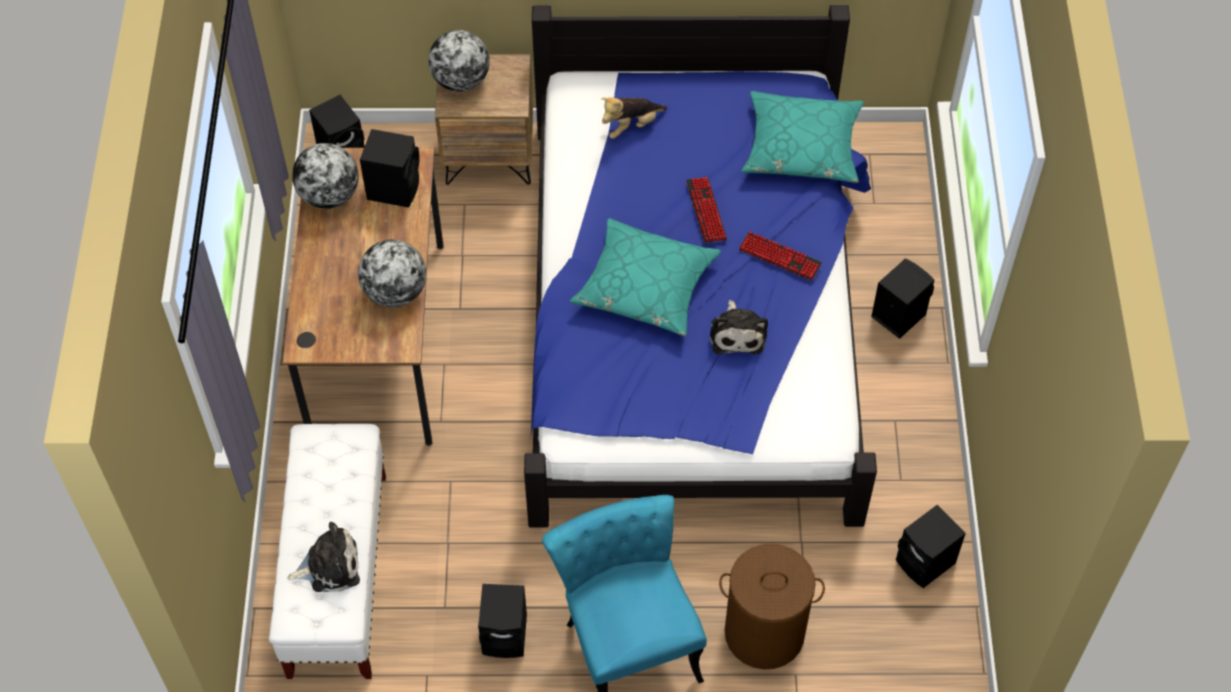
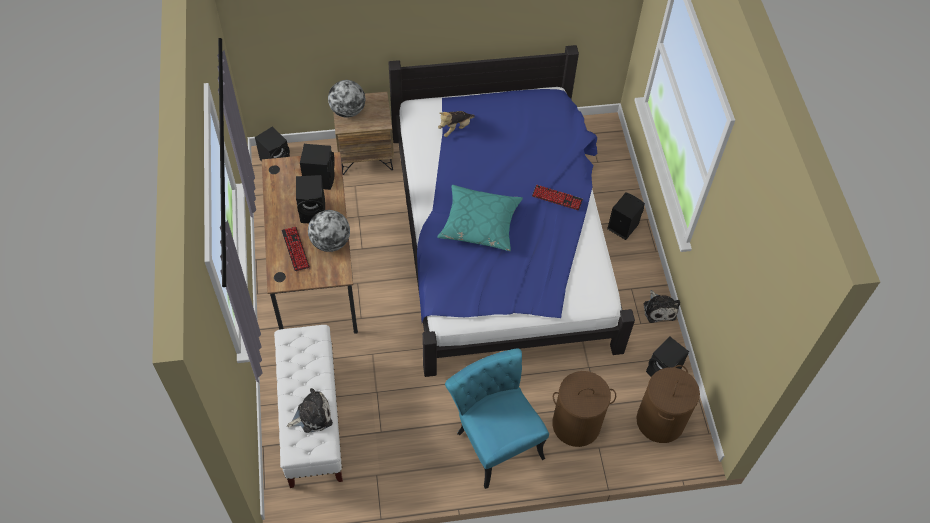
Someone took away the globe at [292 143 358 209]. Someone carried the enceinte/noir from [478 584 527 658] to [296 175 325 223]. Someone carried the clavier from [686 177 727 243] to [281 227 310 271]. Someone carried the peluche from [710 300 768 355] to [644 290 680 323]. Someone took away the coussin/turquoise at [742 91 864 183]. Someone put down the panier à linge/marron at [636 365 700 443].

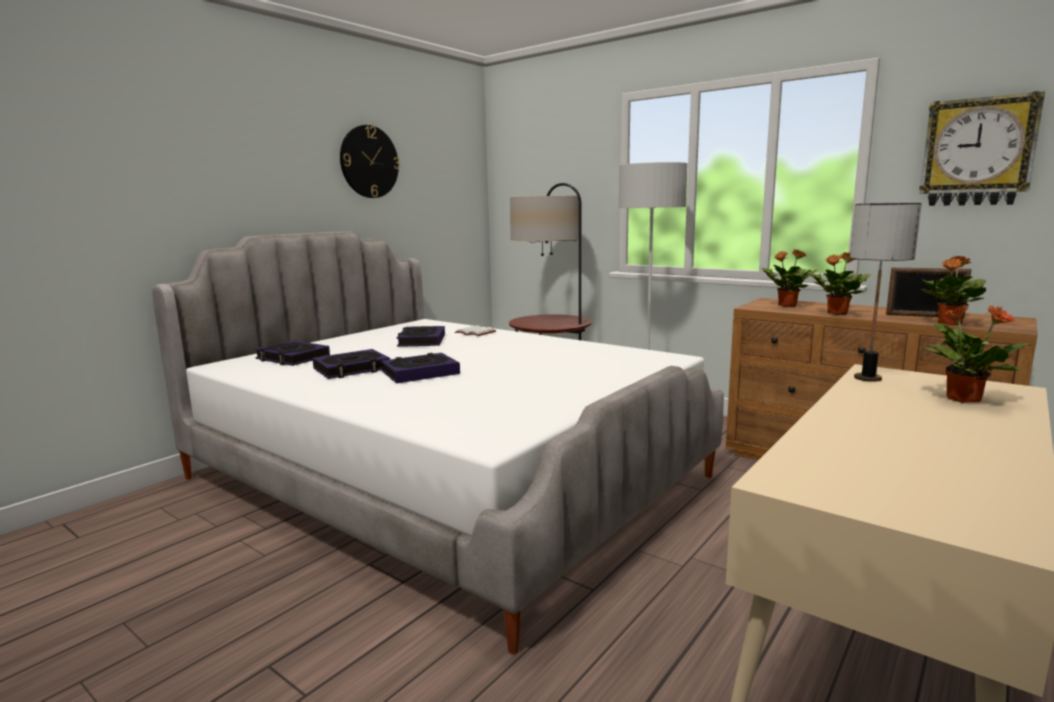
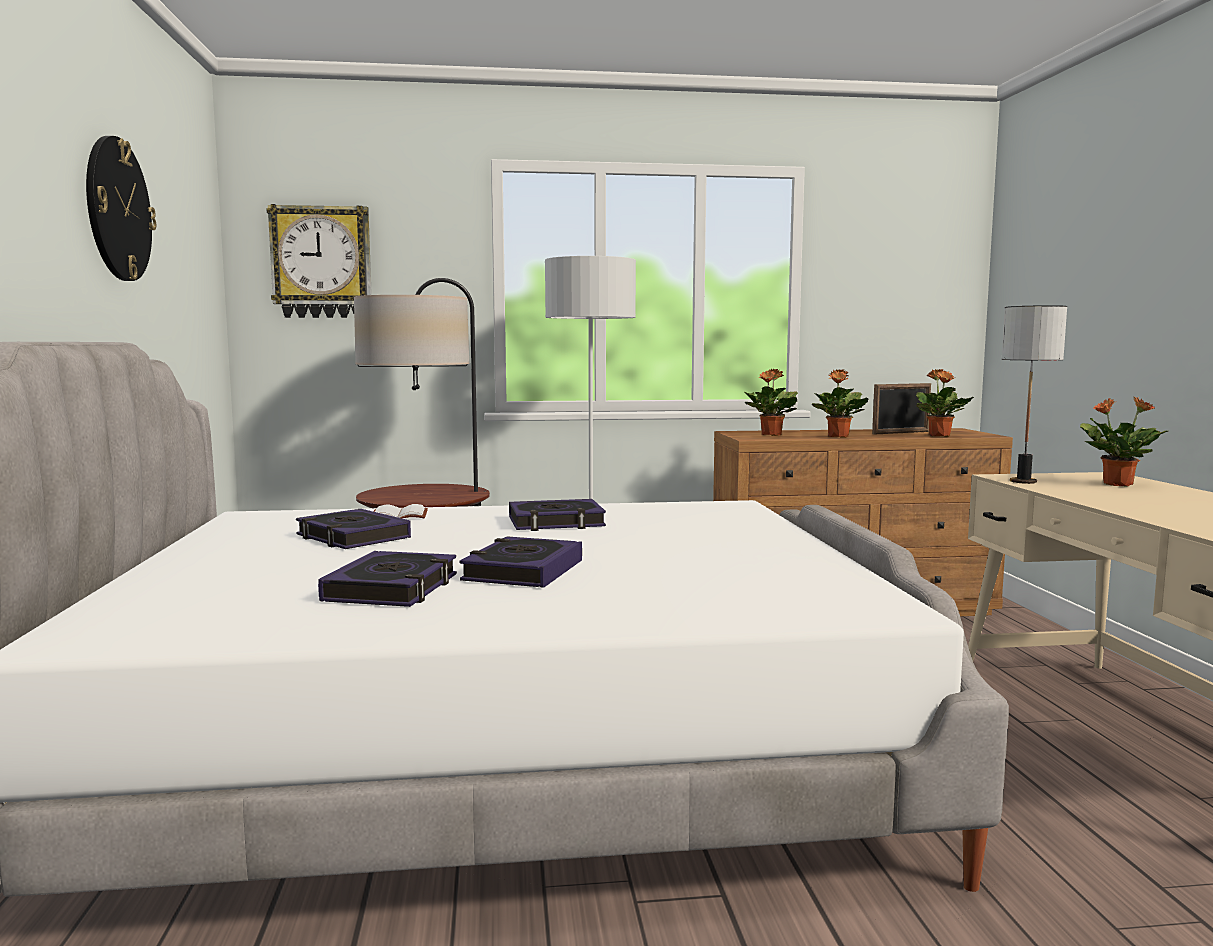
Someone carried the livre from [254 340 330 366] to [509 499 606 531]. Someone carried the horloge murale from [919 91 1045 206] to [266 204 372 318].

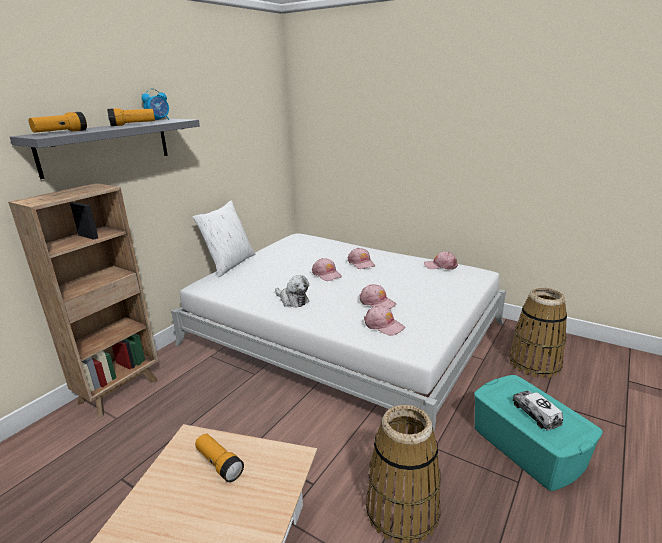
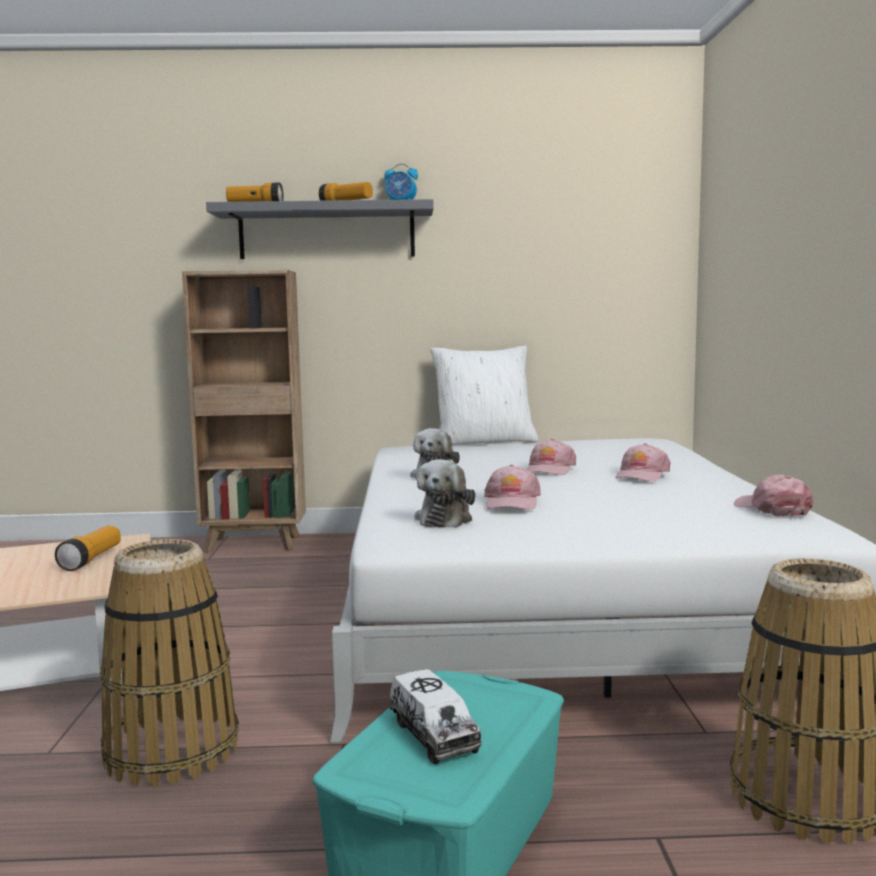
Someone swapped the casquette/rose at [364 305 405 336] for the peluche at [414 459 476 528]. Someone rotated the camion jouet at [513 391 563 431] by 120 degrees clockwise.

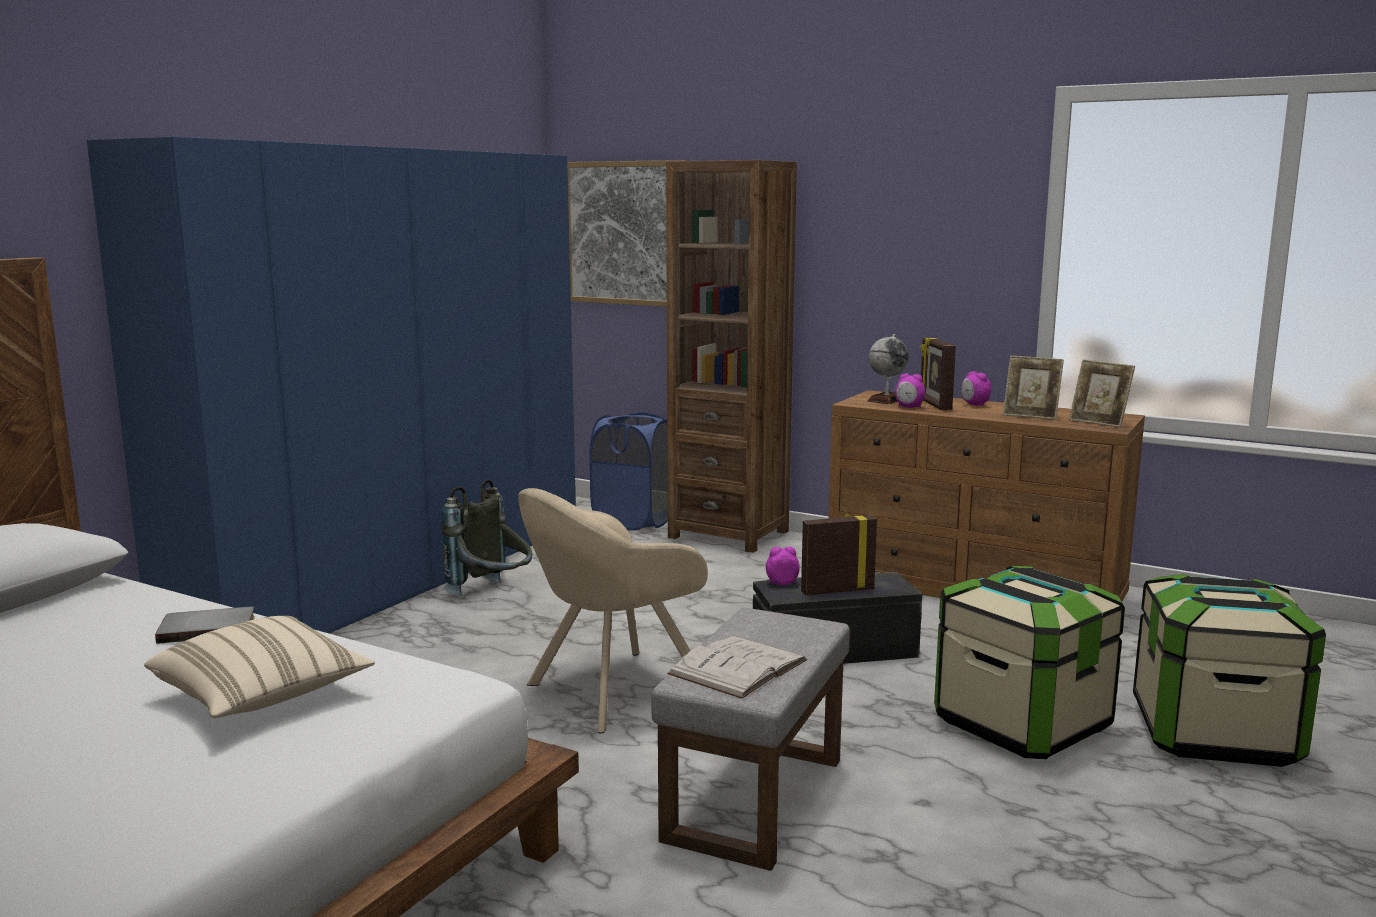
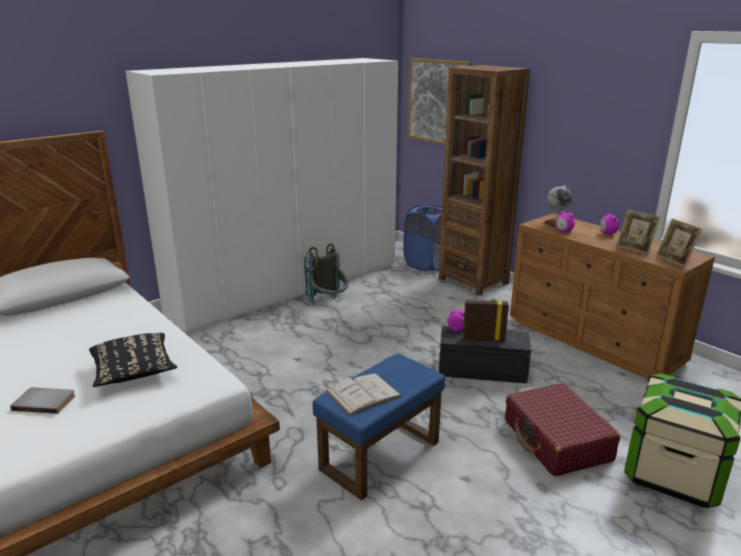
Someone repainted the armoire/bleu at [87 137 576 634], which became the armoire/blanc at [126 58 398 333]. Someone repainted the coussin/beige at [144 616 375 718], which became the coussin/noir at [89 333 177 387]. Someone carried the livre/gris from [155 607 255 644] to [10 387 75 414]. Someone took away the fauteuil/beige at [518 488 708 733]. Someone repainted the pouf/gris at [651 608 850 871], which became the pouf/bleu at [313 353 445 501]. Someone took away the cadre photo at [920 337 956 410]. Someone swapped the boîte de rangement at [934 566 1125 759] for the valise/rouge at [505 383 620 476].

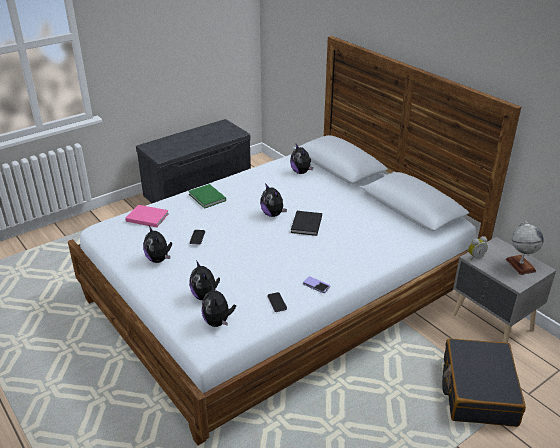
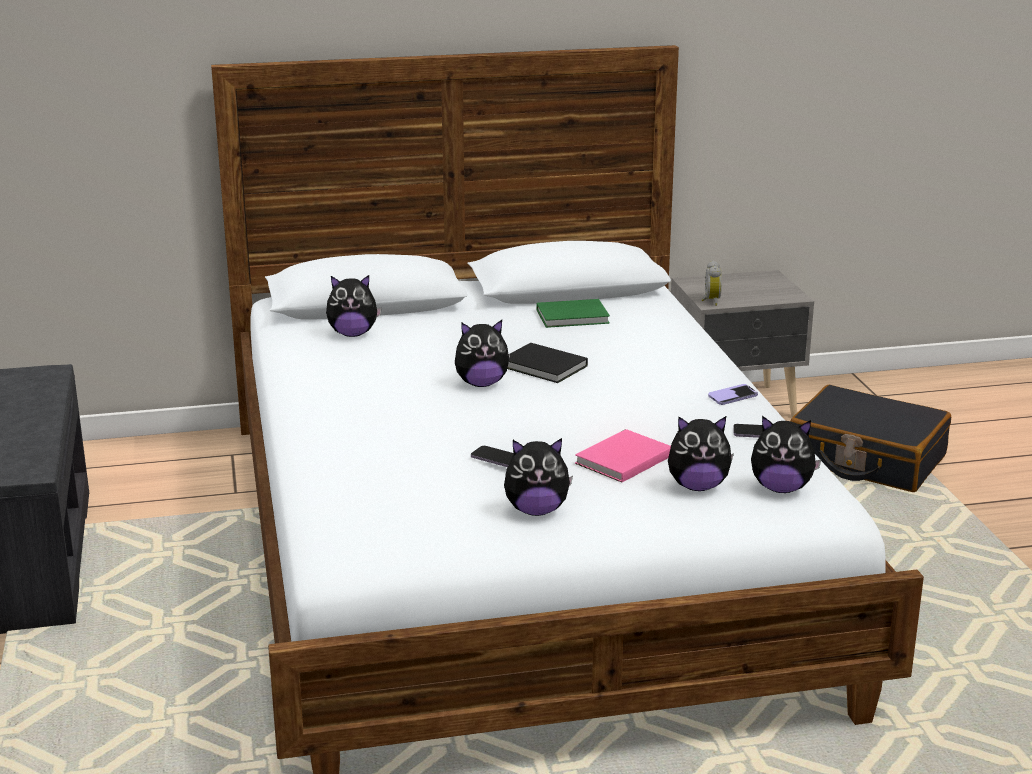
Someone carried the livre/rose from [125 205 169 227] to [575 429 671 482]. Someone carried the livre/vert from [189 184 226 209] to [537 299 610 328]. Someone took away the globe at [505 222 544 275].

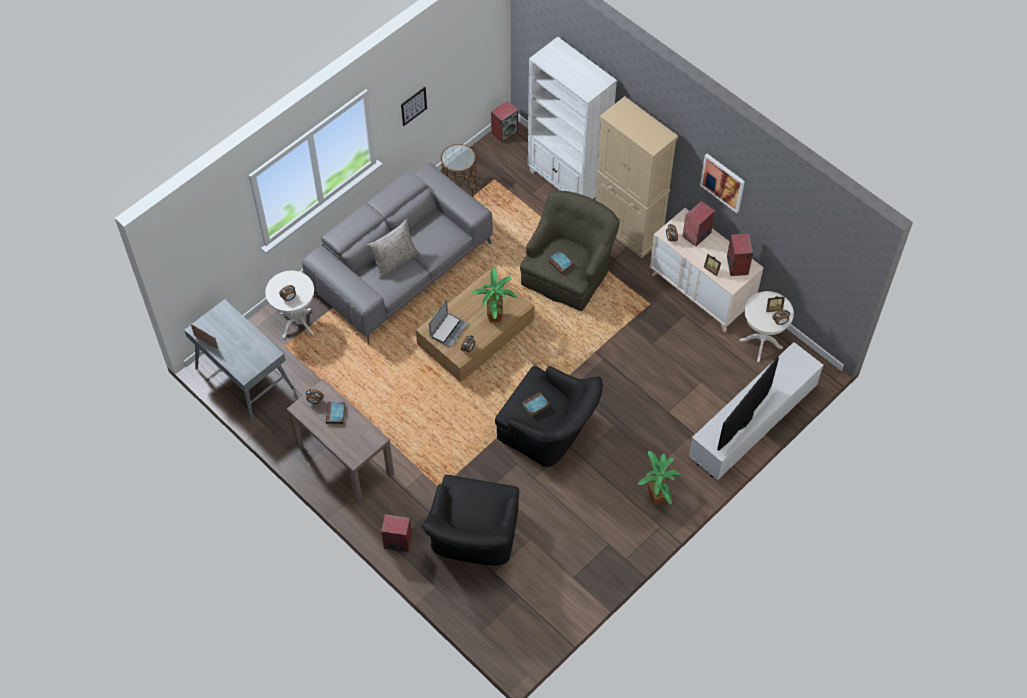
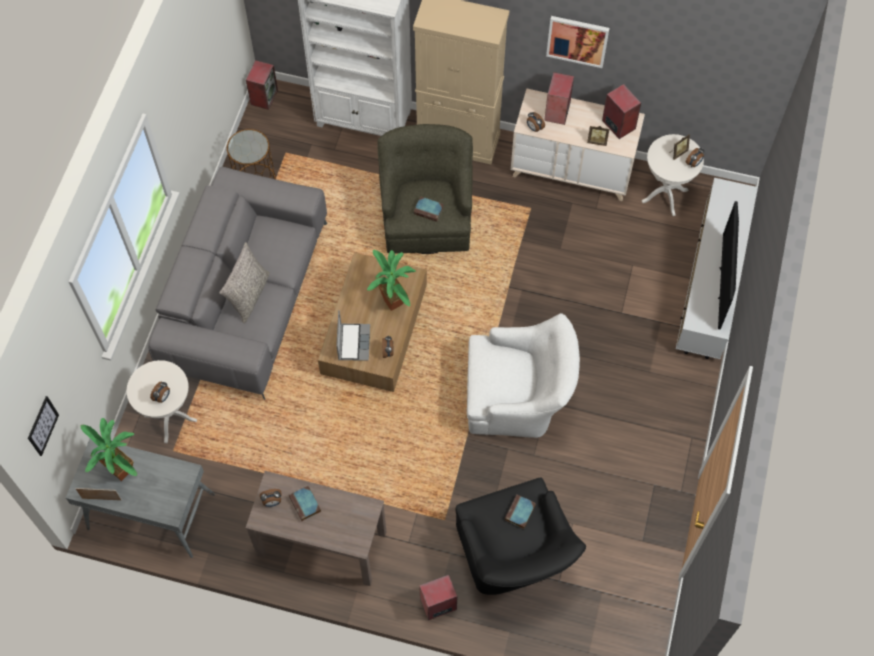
Someone carried the tableau from [401 87 427 126] to [28 396 59 456]. Someone repainted the fauteuil/noir at [495 366 603 467], which became the fauteuil/blanc at [467 313 580 438]. Someone carried the livre from [521 392 549 417] to [505 494 536 529]. Someone carried the plante en pot from [638 451 681 505] to [81 418 137 481].

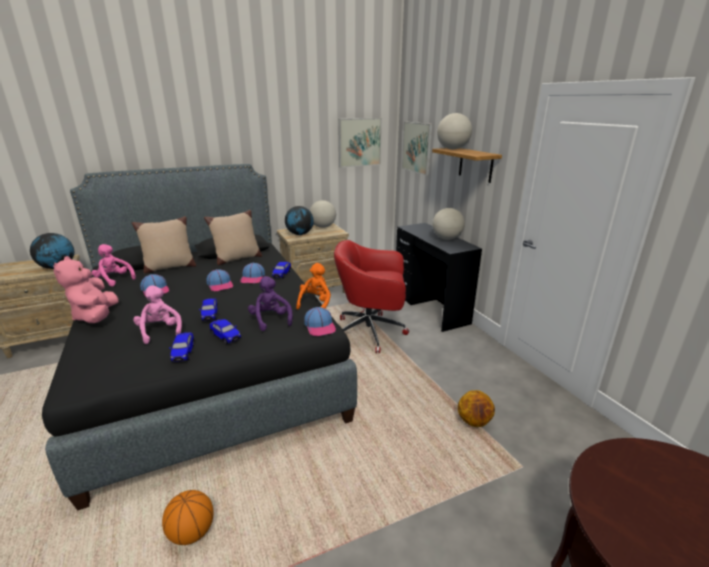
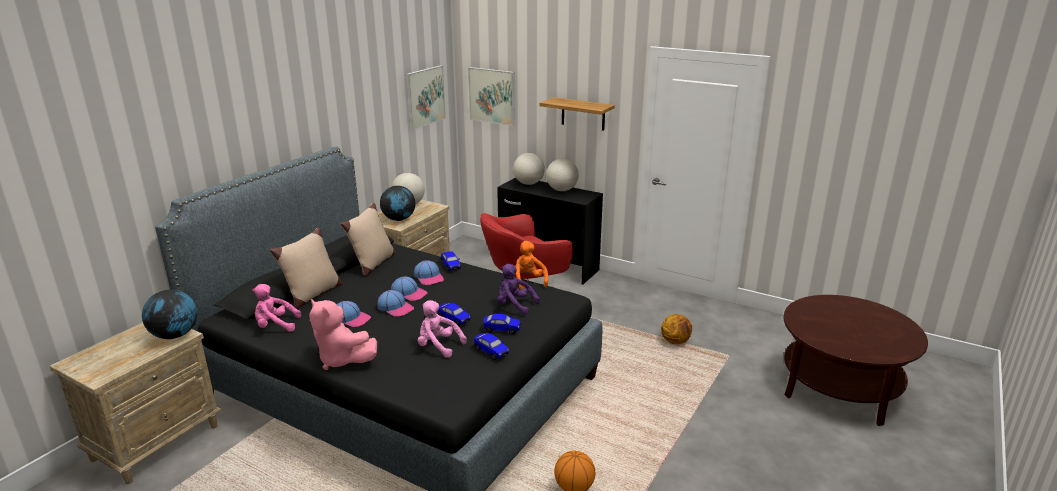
Someone carried the casquette from [304 307 336 336] to [377 290 414 317]. Someone carried the globe from [437 113 472 149] to [513 153 545 185].

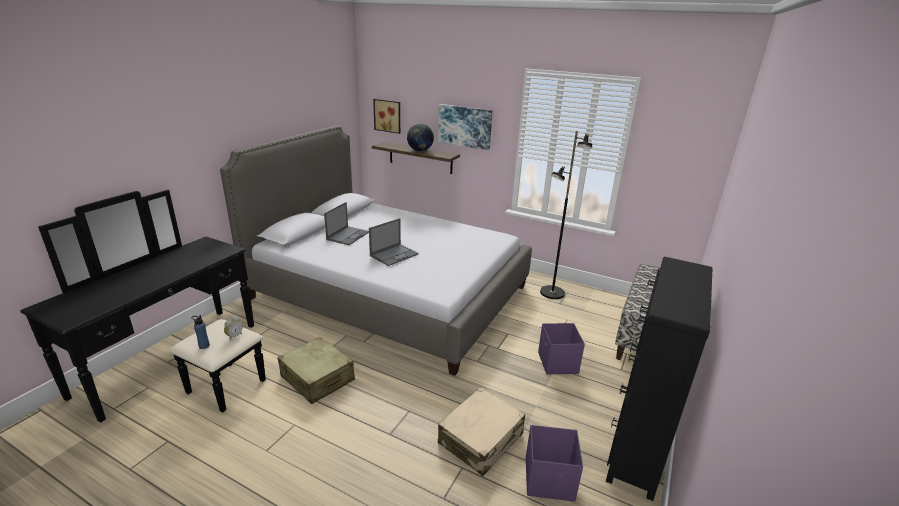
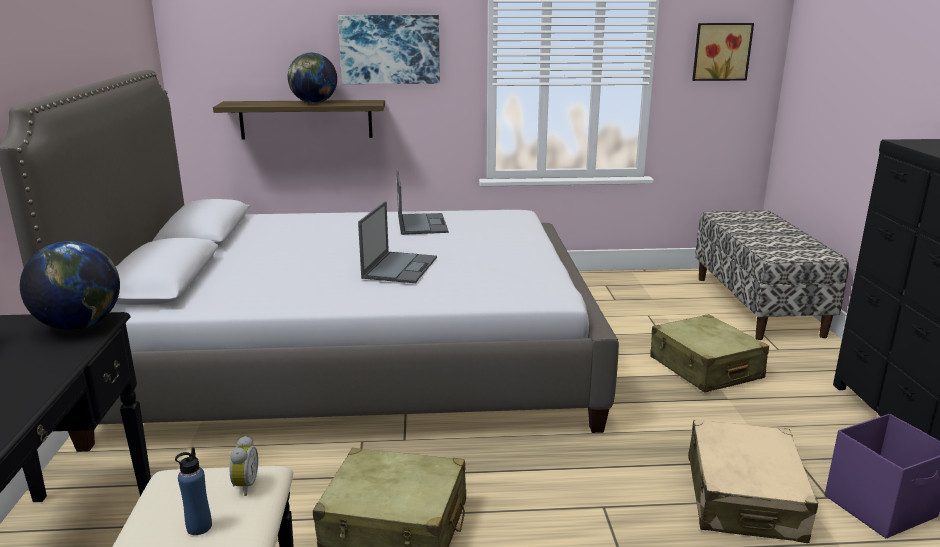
Someone carried the ordinateur portable from [324 202 369 245] to [397 171 448 235]. Someone carried the tableau from [373 99 400 134] to [692 23 754 81]. Someone swapped the boîte de rangement/violet at [538 323 585 374] for the valise/beige at [650 314 769 393]. Someone took away the lampadaire/noir at [540 131 592 299]. Someone put down the globe at [20 241 120 330].

